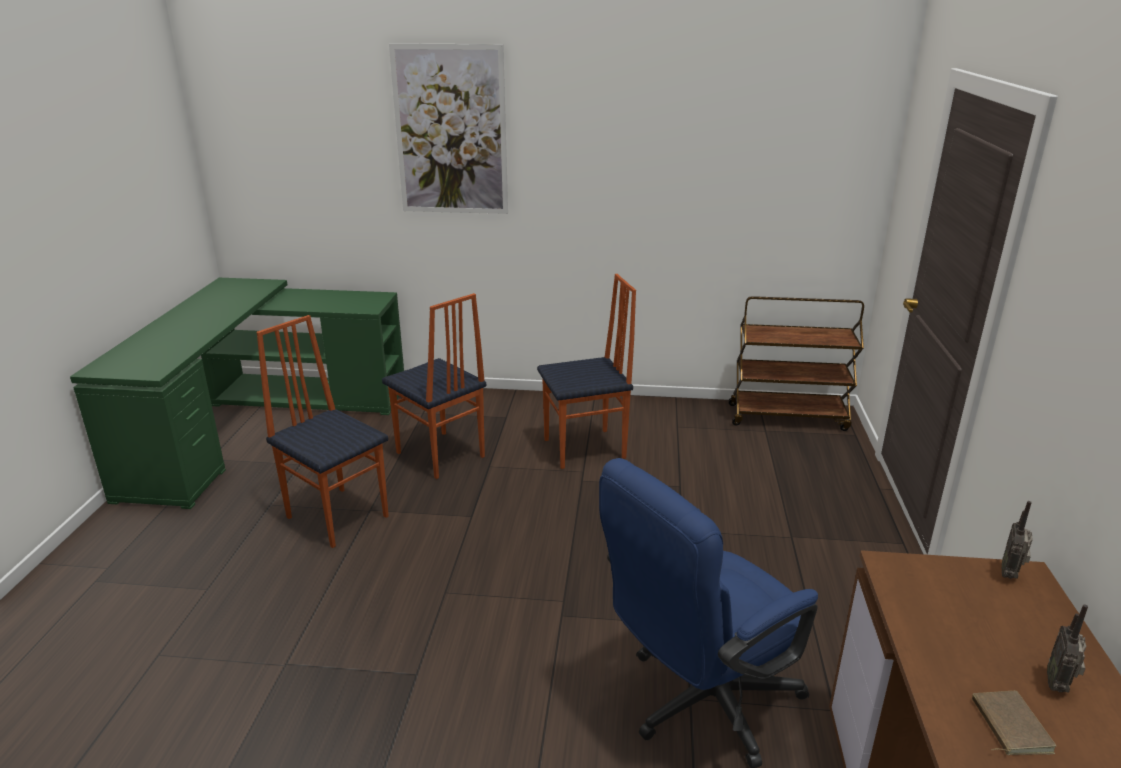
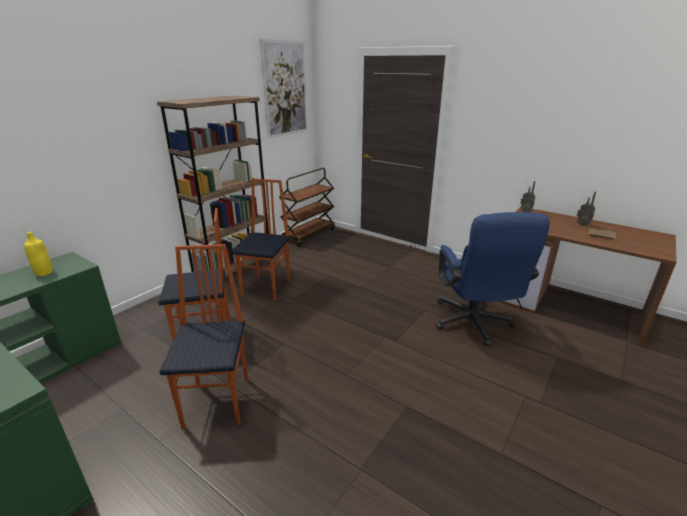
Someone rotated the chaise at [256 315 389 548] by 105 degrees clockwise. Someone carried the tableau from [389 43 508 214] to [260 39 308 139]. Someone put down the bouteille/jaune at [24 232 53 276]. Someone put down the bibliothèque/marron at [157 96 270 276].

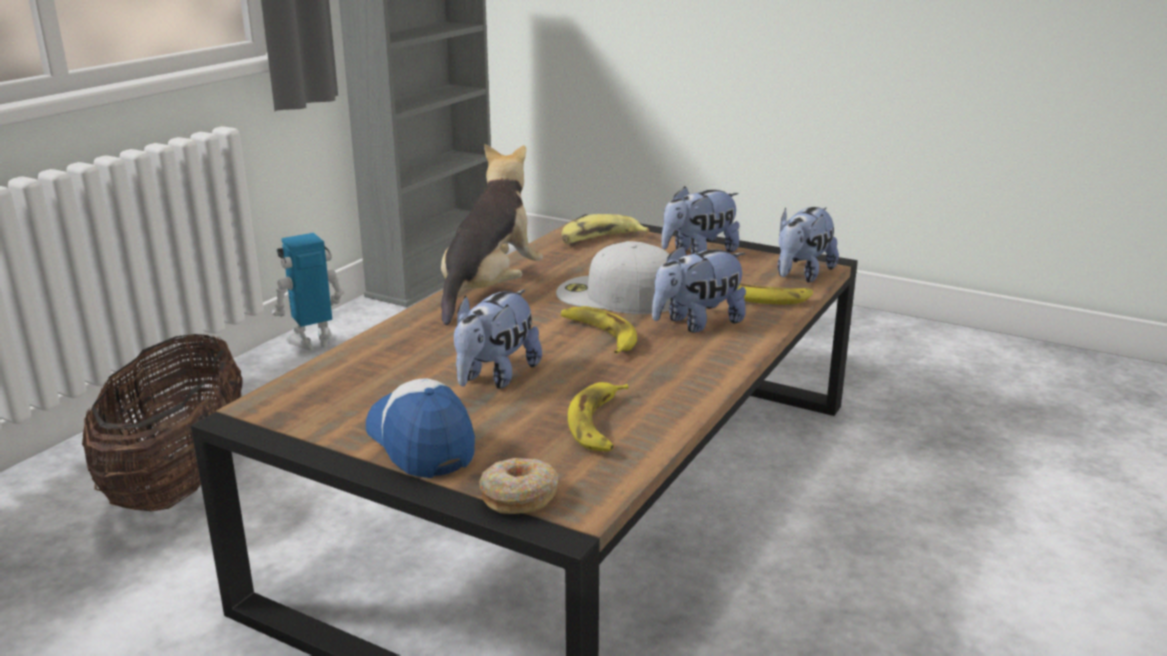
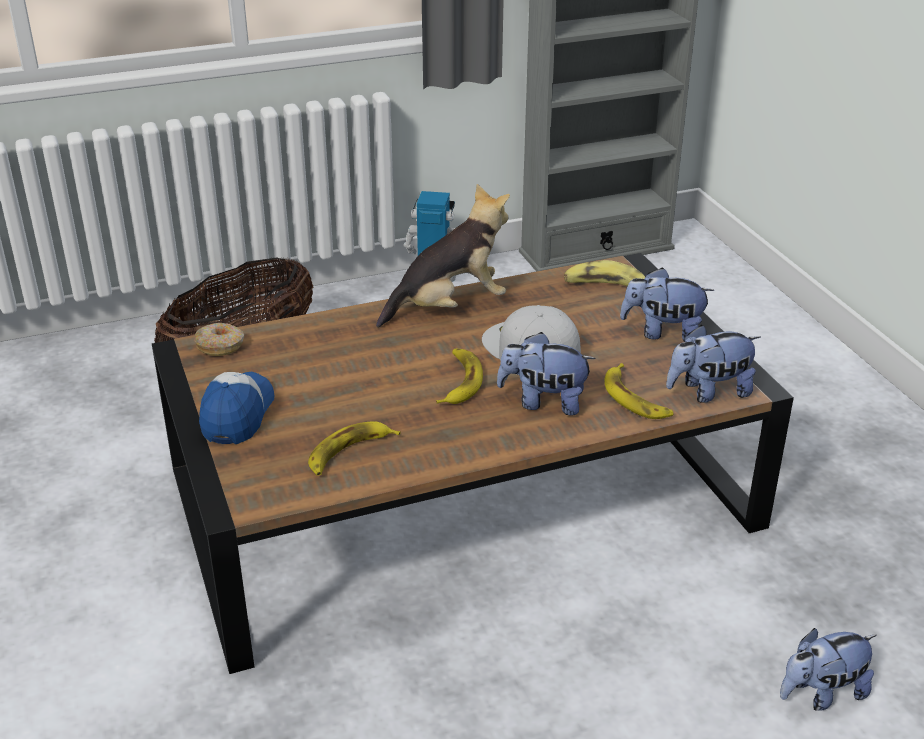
Someone carried the peluche from [454 289 542 389] to [780 628 877 711]. Someone carried the beignet from [479 458 559 514] to [194 323 244 356].

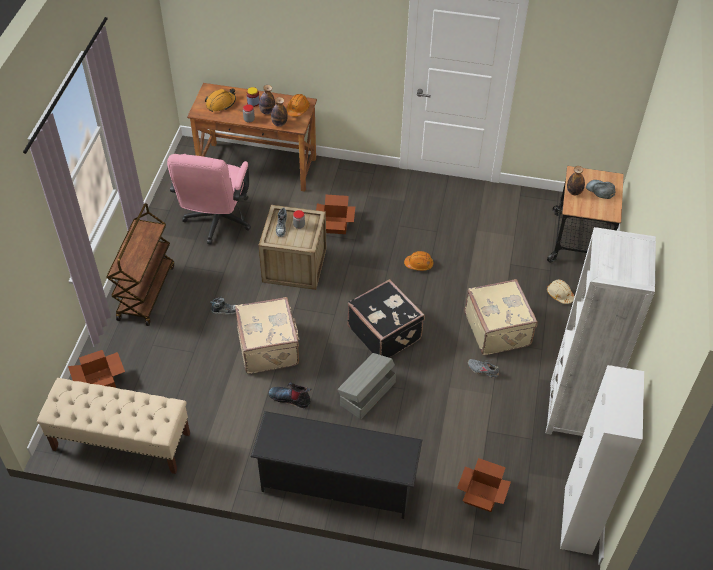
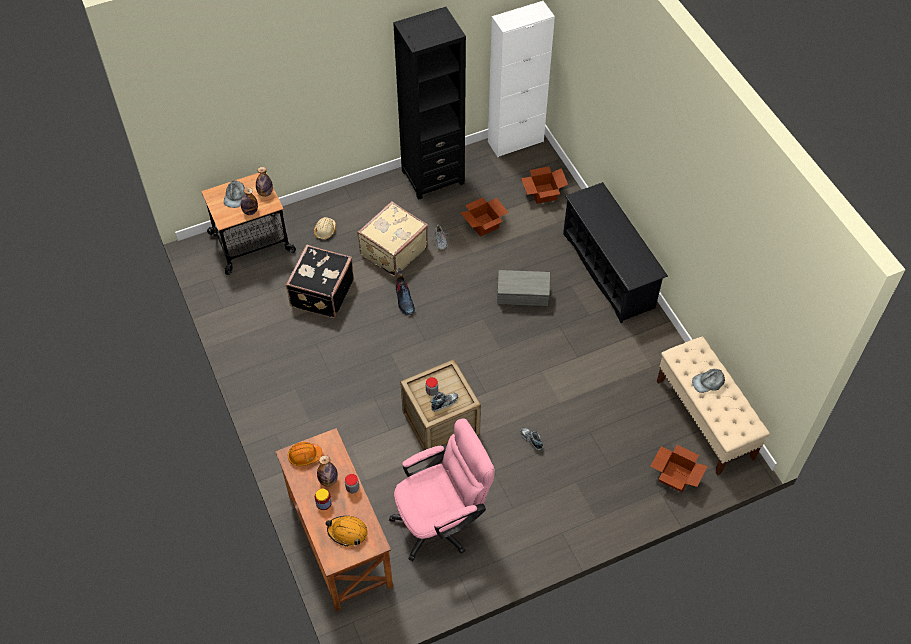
Someone took away the chariot/marron at [106 203 174 326]. Someone took away the valise/beige at [235 297 300 374]. Someone carried the botte from [268 382 311 408] to [396 268 415 315]. Someone carried the bouteille from [271 97 288 127] to [256 167 273 197]. Someone carried the carton from [316 195 356 234] to [460 197 509 237]. Someone carried the valise/noir from [348 279 425 358] to [286 245 354 318]. Someone took away the casque de chantier/orange at [404 251 433 271]. Someone repainted the bibliothèque/blanc at [546 227 656 436], which became the bibliothèque/noir at [393 7 466 200]. Someone put down the casquette/gris at [692 369 725 393].

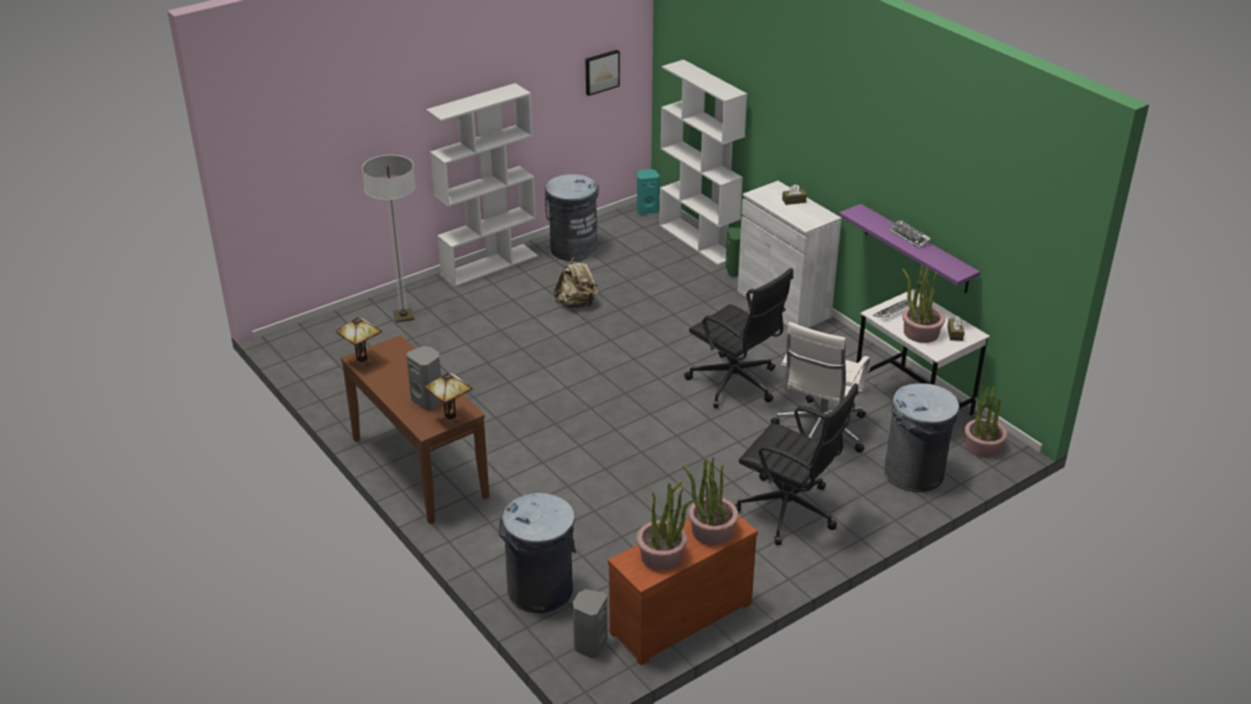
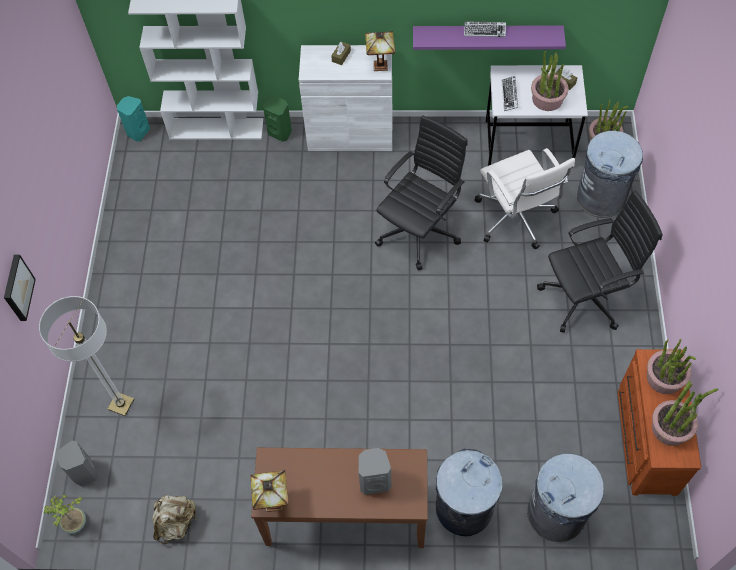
Someone carried the lampe de table from [424 373 473 426] to [365 31 395 71]. Someone took away the bibliothèque/blanc at [426 83 538 287]. Someone carried the poubelle/gris from [545 174 599 261] to [436 448 503 536]. Someone carried the sac à dos/beige from [554 257 598 308] to [152 495 197 544]. Someone carried the enceinte/gris from [573 589 608 658] to [56 441 99 486]. Someone carried the tableau from [585 50 620 96] to [4 254 36 321]. Someone rotated the chaise de bureau/noir at [684 268 793 408] by 45 degrees counterclockwise. Someone put down the plante en pot at [44 495 86 534].

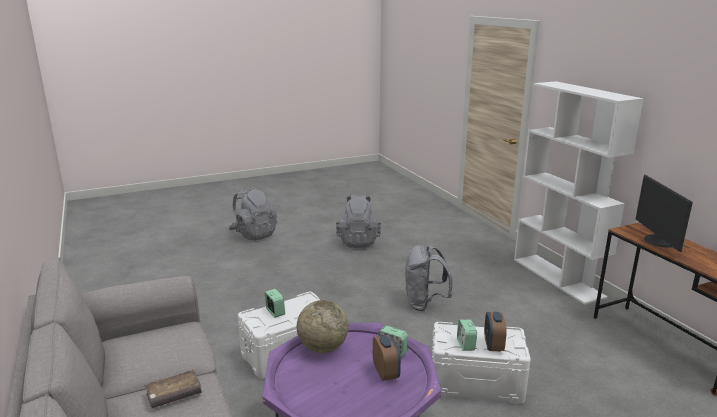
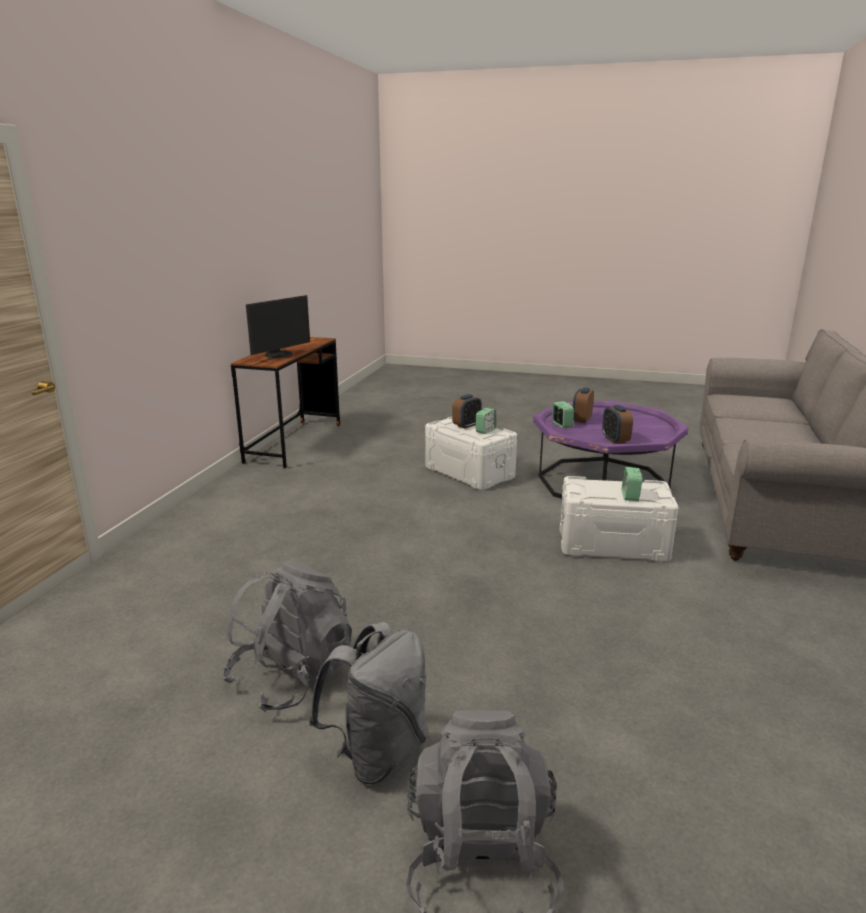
Someone took away the livre/marron at [145 369 202 409]. Someone swapped the globe at [297 300 348 353] for the réveil at [602 405 633 444]. Someone carried the sac à dos/gris from [405 245 452 311] to [309 622 427 784]. Someone took away the bibliothèque/blanc at [514 81 644 305].

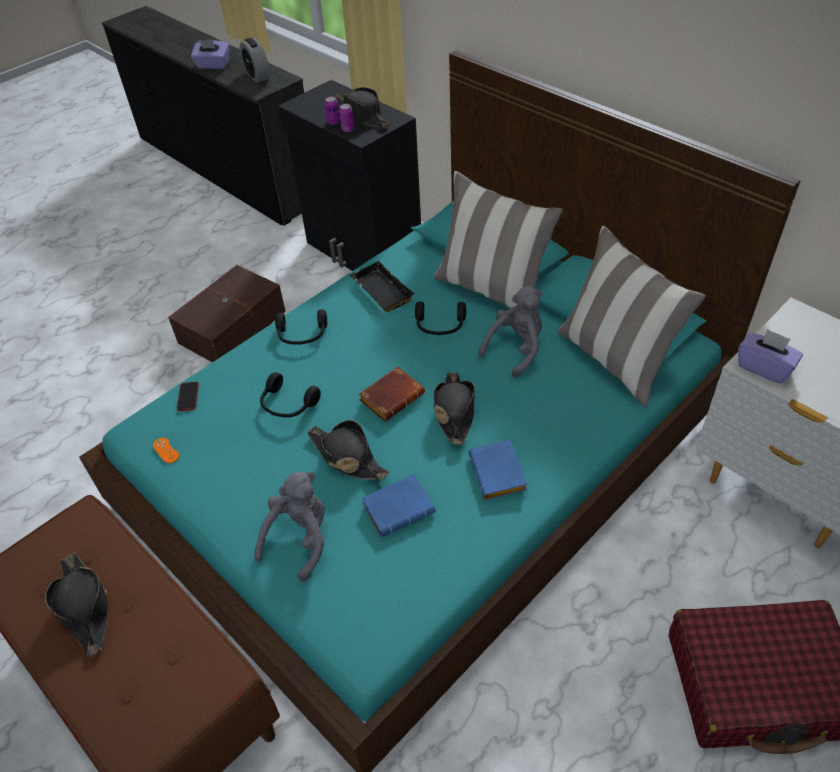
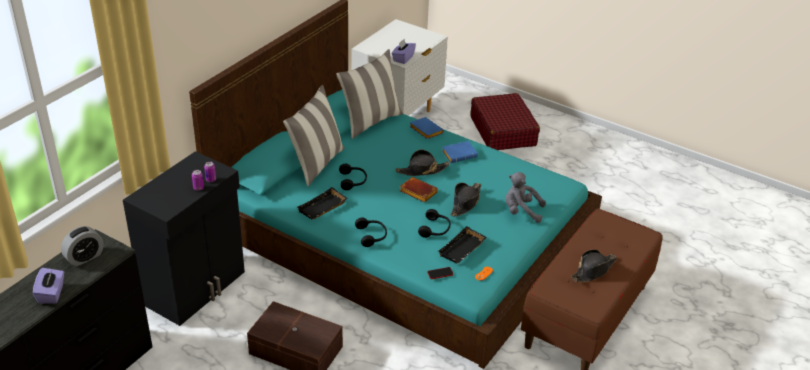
Someone took away the chapeau/noir at [334 87 390 128]. Someone carried the livre/bleu from [362 474 435 537] to [409 117 444 139]. Someone took away the peluche/gris at [478 286 543 378]. Someone put down the plateau/noir at [438 226 487 264].

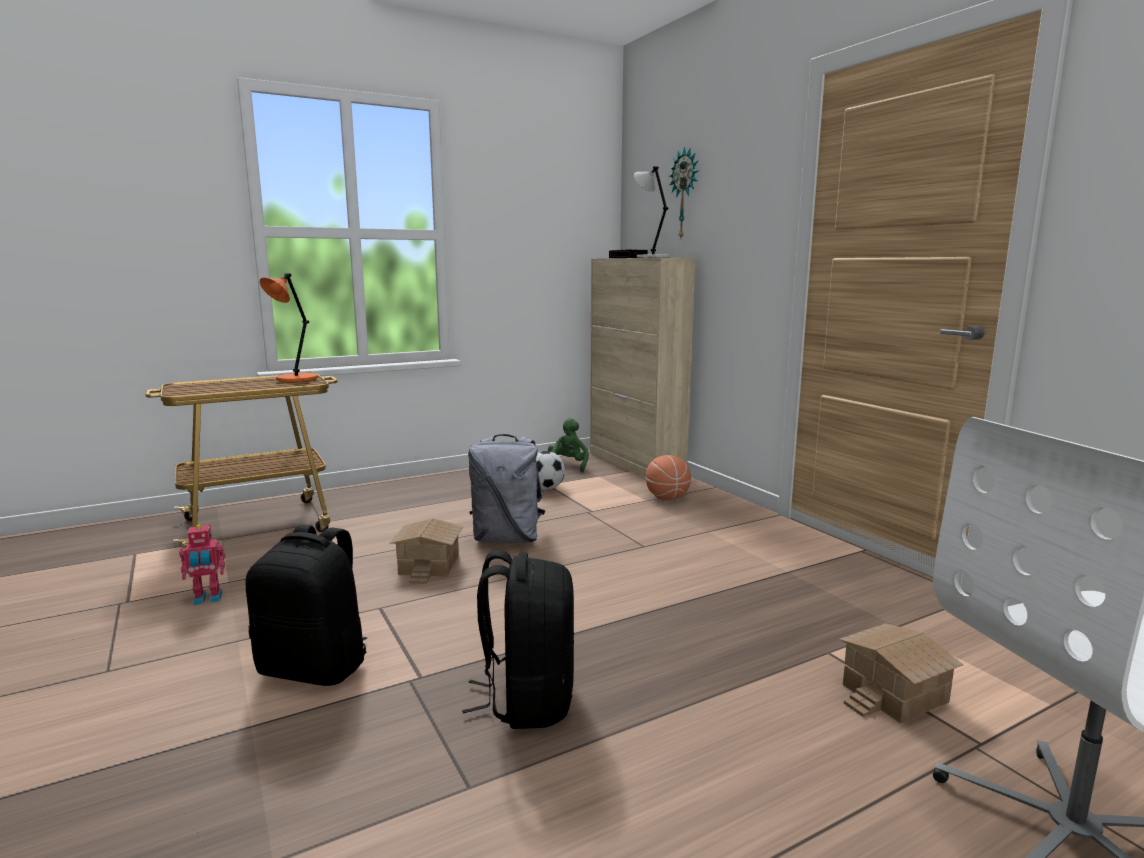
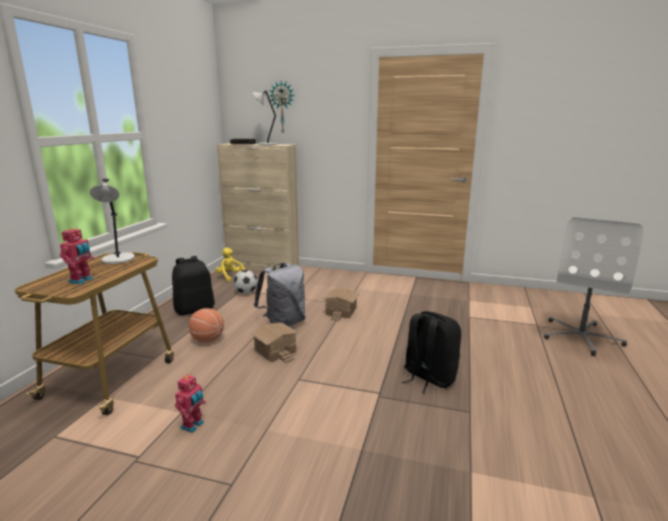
Someone carried the sac à dos/noir from [245 524 367 686] to [172 256 215 315]. Someone repainted the lampe de table/orange at [260 273 318 382], which became the lampe de table/gris at [90 179 135 264]. Someone repainted the peluche/vert at [548 418 589 472], which became the peluche/jaune at [215 248 245 282]. Someone carried the ballon de basket from [646 455 691 500] to [188 308 224 343]. Someone carried the maison miniature from [839 623 963 723] to [323 288 360 321]. Someone put down the robot jouet at [60 227 94 284].

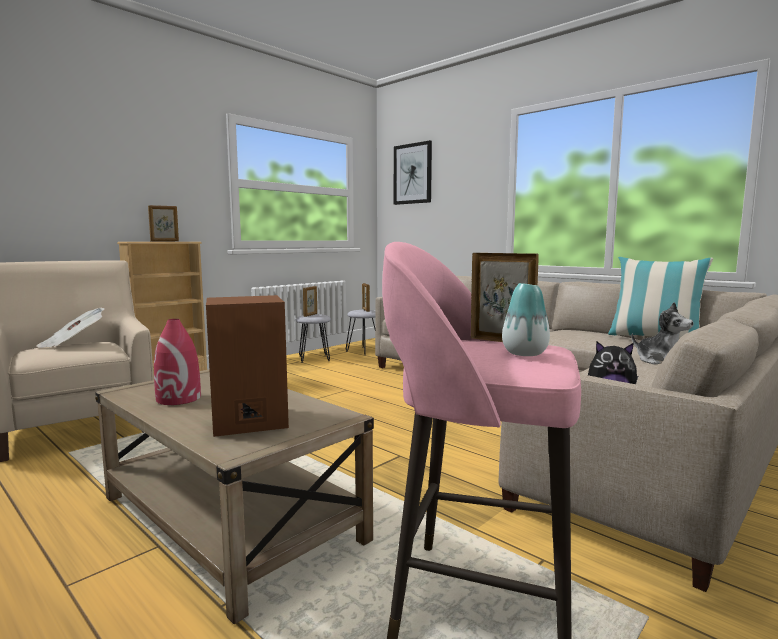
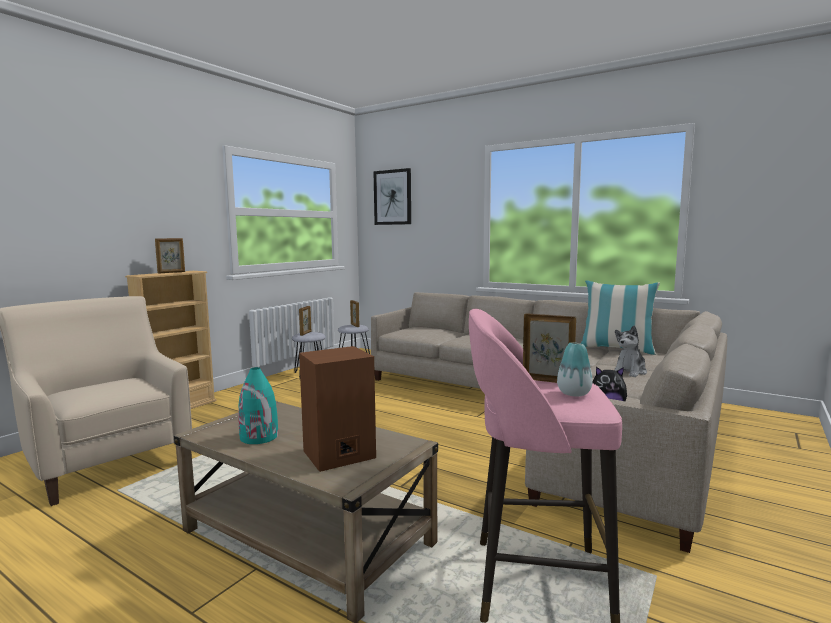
Someone took away the journal at [36 308 105 348]. Someone repainted the vase/rouge at [154 319 201 405], which became the vase/turquoise at [238 367 278 444]. Someone rotated the peluche at [631 302 694 365] by 90 degrees clockwise.

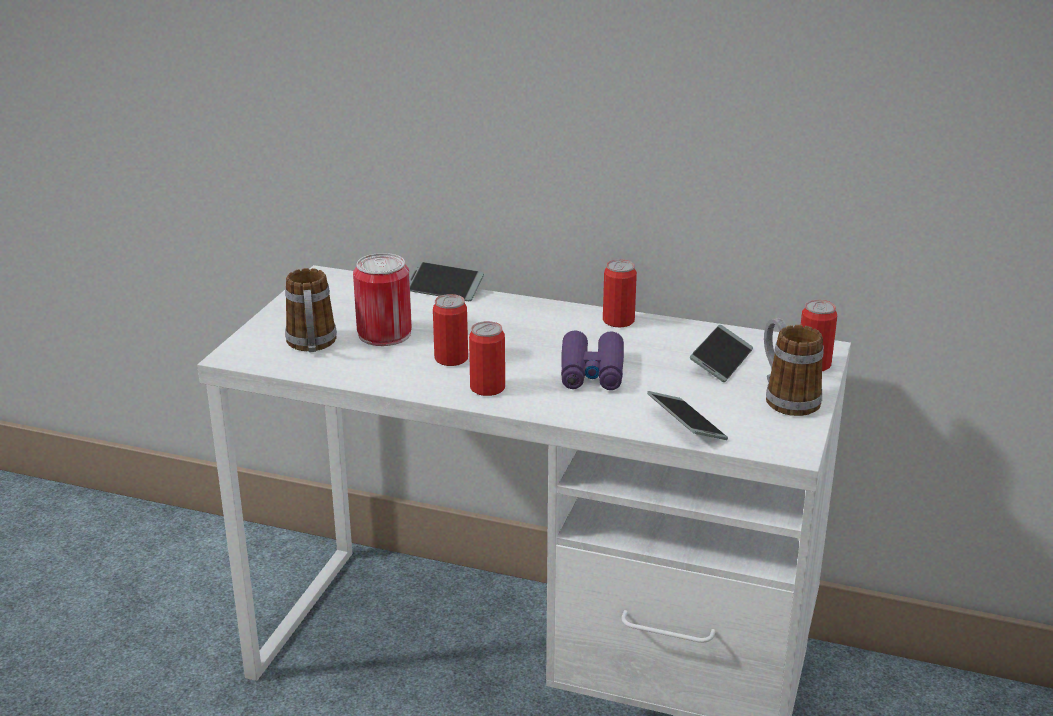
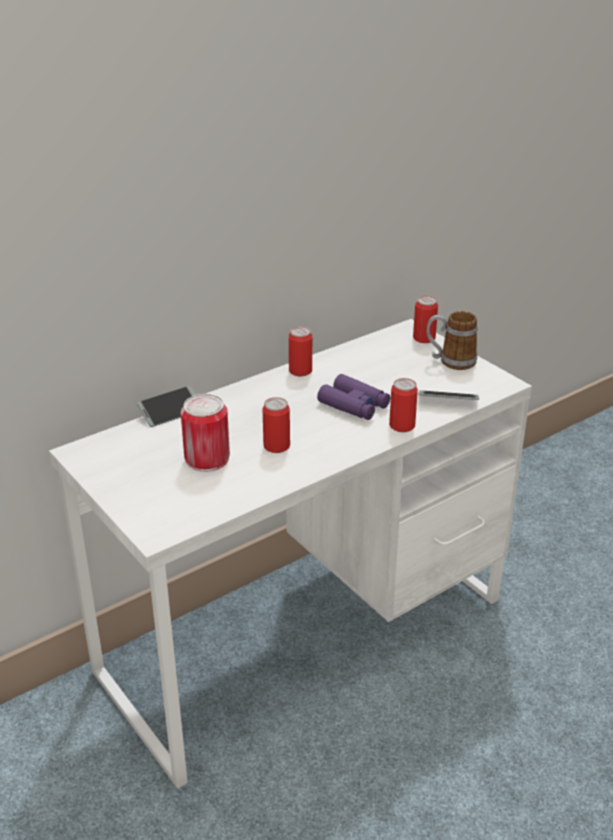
Someone took away the mug at [285 268 337 352]. Someone carried the boîte métallique from [469 321 505 396] to [389 378 418 432]. Someone took away the téléphone at [690 325 753 382].

